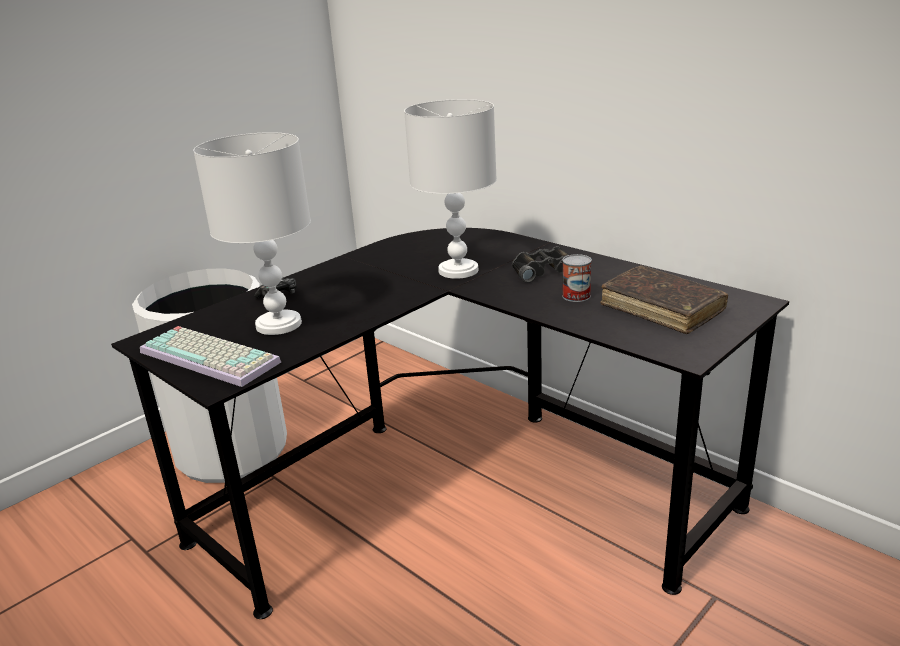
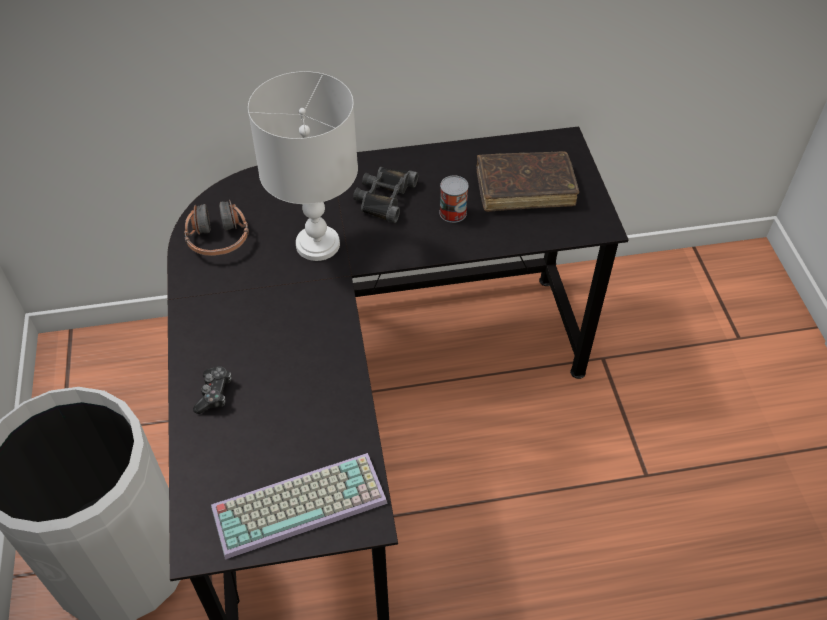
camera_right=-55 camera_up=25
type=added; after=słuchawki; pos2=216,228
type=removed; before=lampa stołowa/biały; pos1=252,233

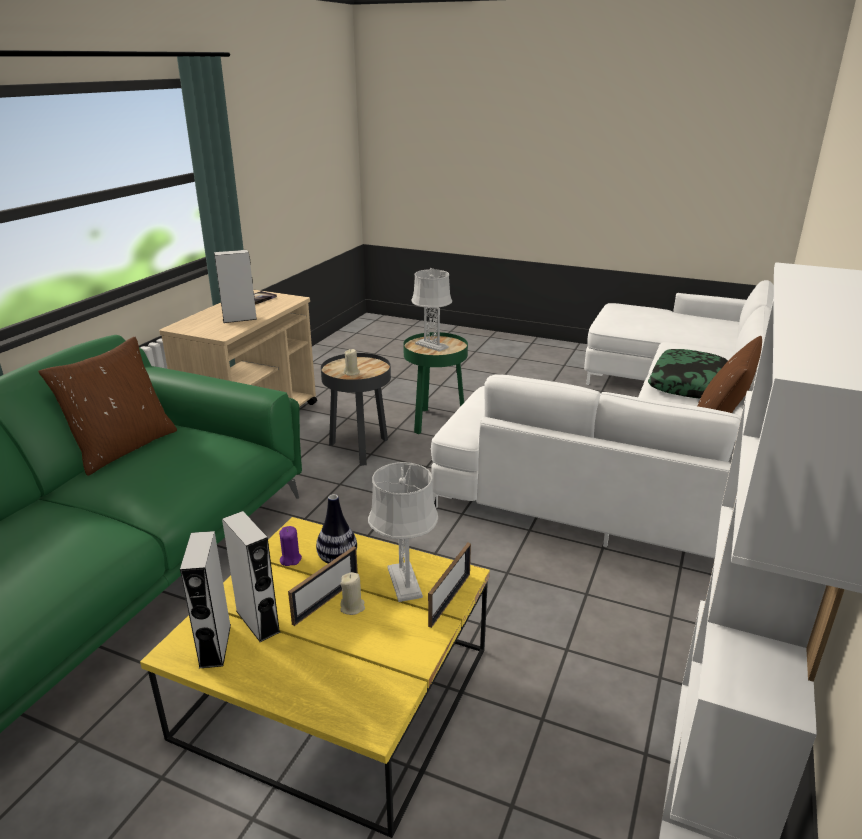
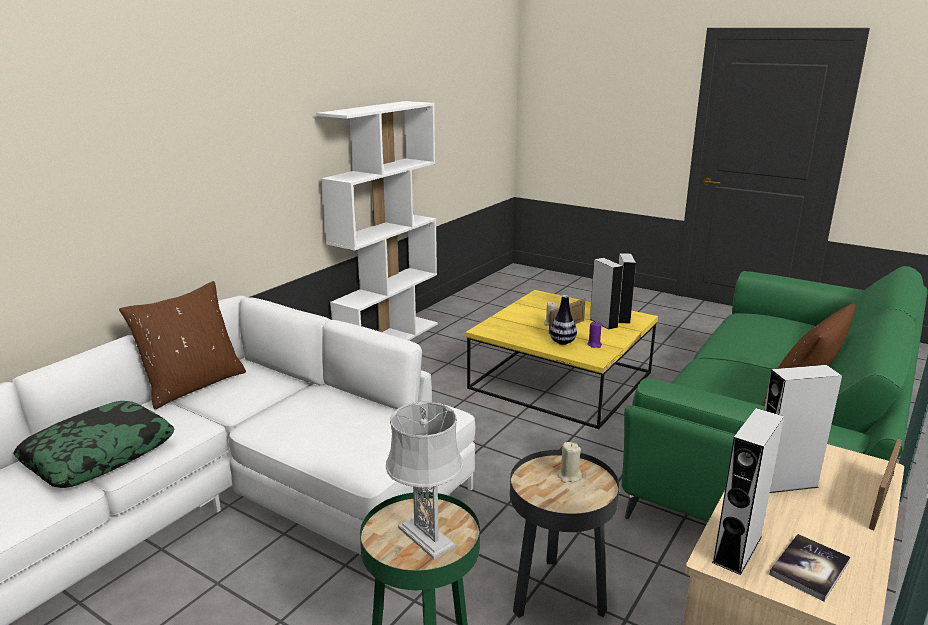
camera_right=-170 camera_up=-5
type=added; after=głośnik/szary; pos2=748,491
type=moved; before=ramka na zdjęcie; pos1=449,585; pos2=885,485
type=removed; before=lampa stołowa/szary; pos1=403,532

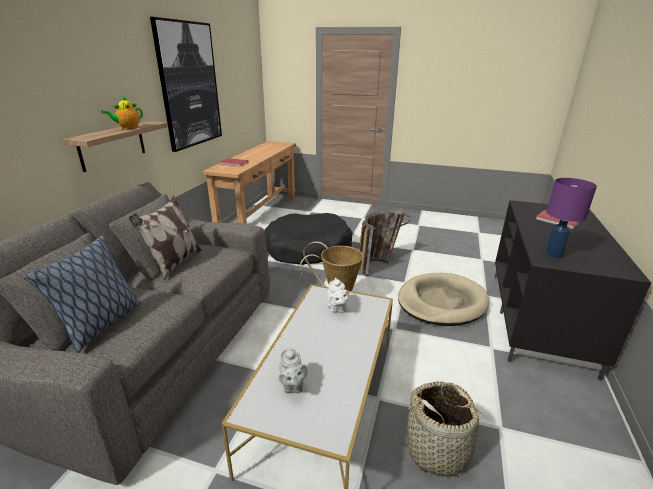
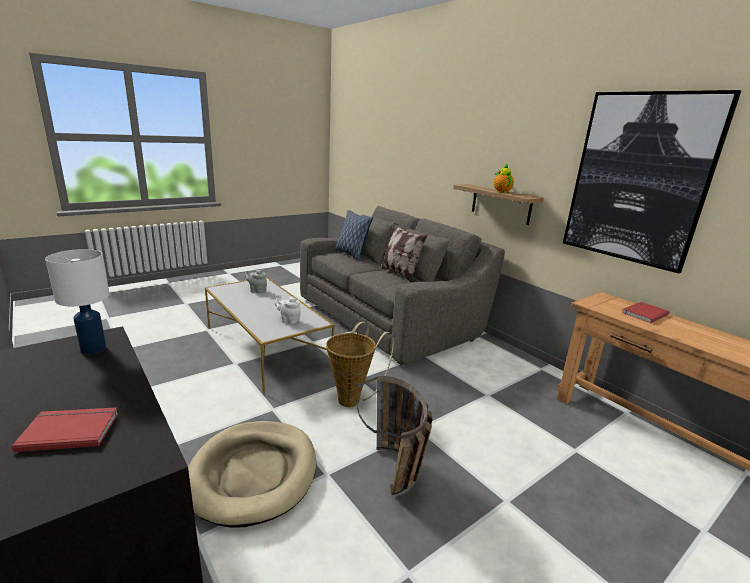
camera_right=125 camera_up=-5
type=recoloured; before=lampa stołowa/fioletowy; after=lampa stołowa/biały; pos1=571,218; pos2=77,302
type=removed; before=legowisko/czarny; pos1=308,239
type=removed; before=koszyk; pos1=445,429

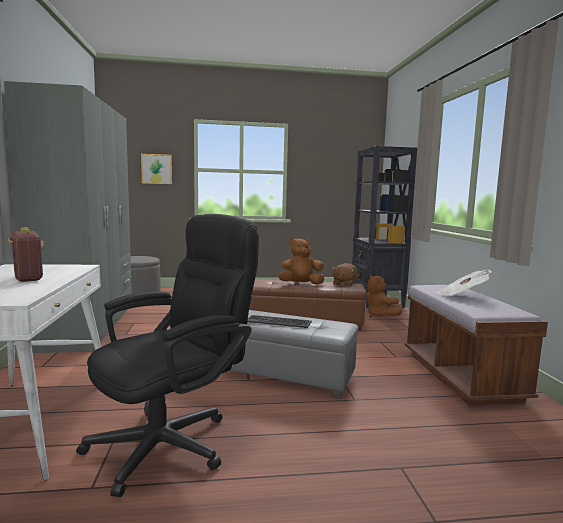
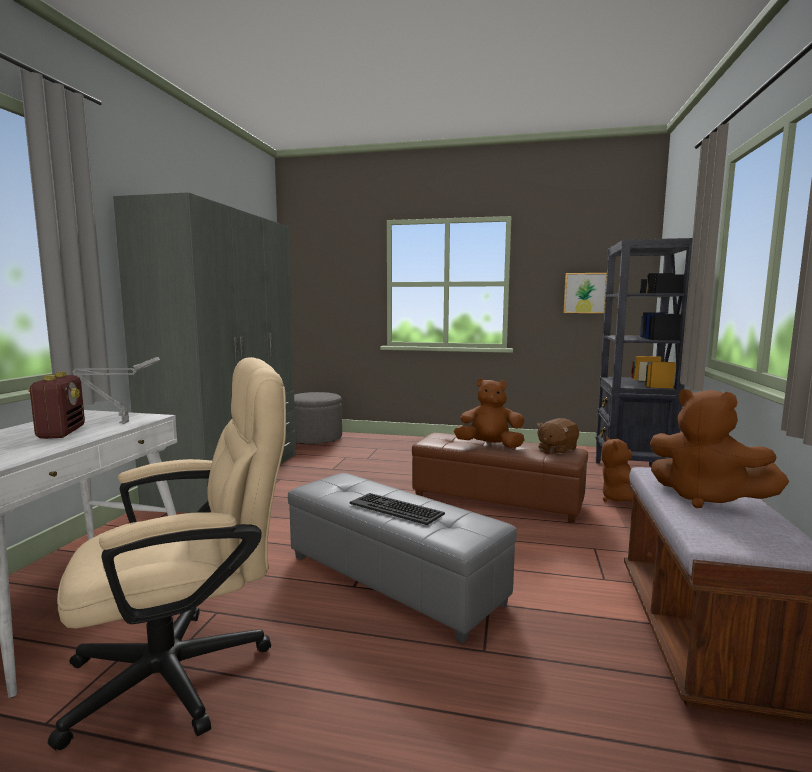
camera_right=20 camera_up=0
type=recoloured; before=krzesło biurowe/czarny; after=krzesło biurowe/beżowy; pos1=167,355; pos2=167,554
type=added; after=lampa stołowa/szary; pos2=116,390
type=moved; before=obraz; pos1=156,169; pos2=585,293
type=replaced; before=gazeta; after=pluszak/brązowy; pos1=464,283; pos2=719,448

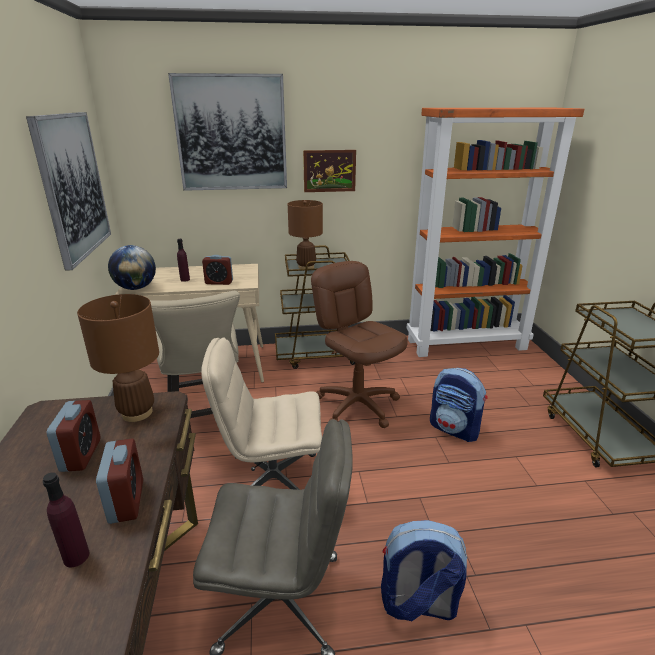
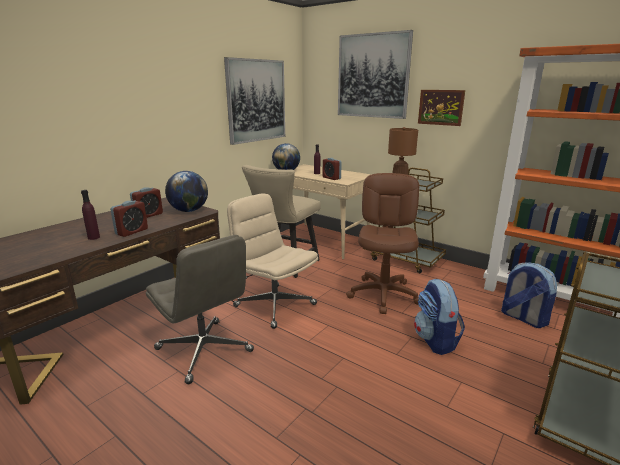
camera_right=45 camera_up=-5
type=replaced; before=lampa stołowa/brązowy; after=globus; pos1=118,358; pos2=186,191
type=moved; before=plecak; pos1=424,570; pos2=529,295

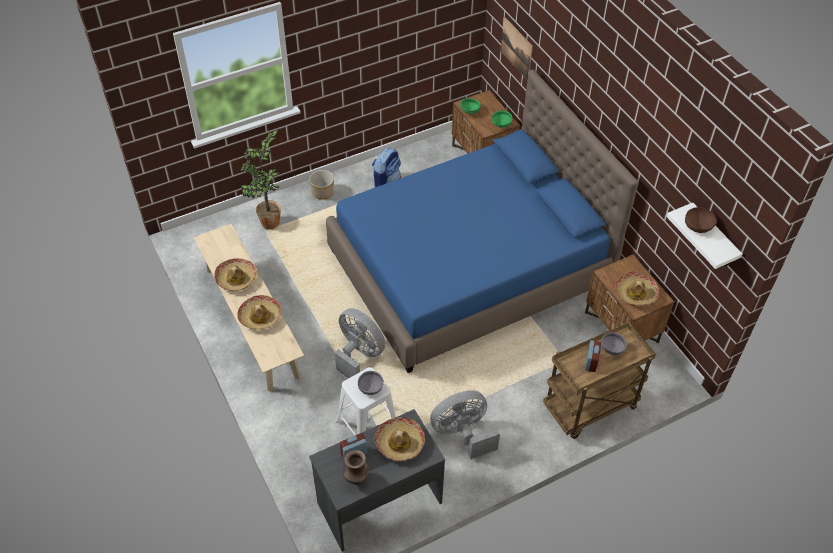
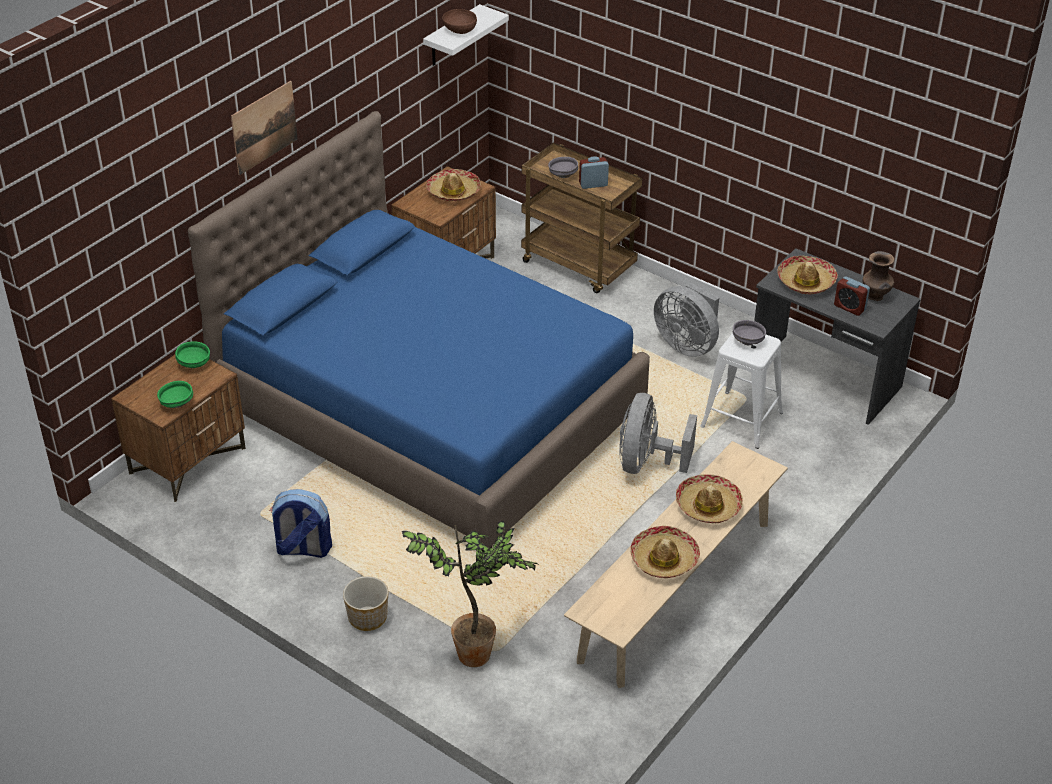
camera_right=-115 camera_up=-10
type=moved; before=obraz; pos1=517,49; pos2=264,128

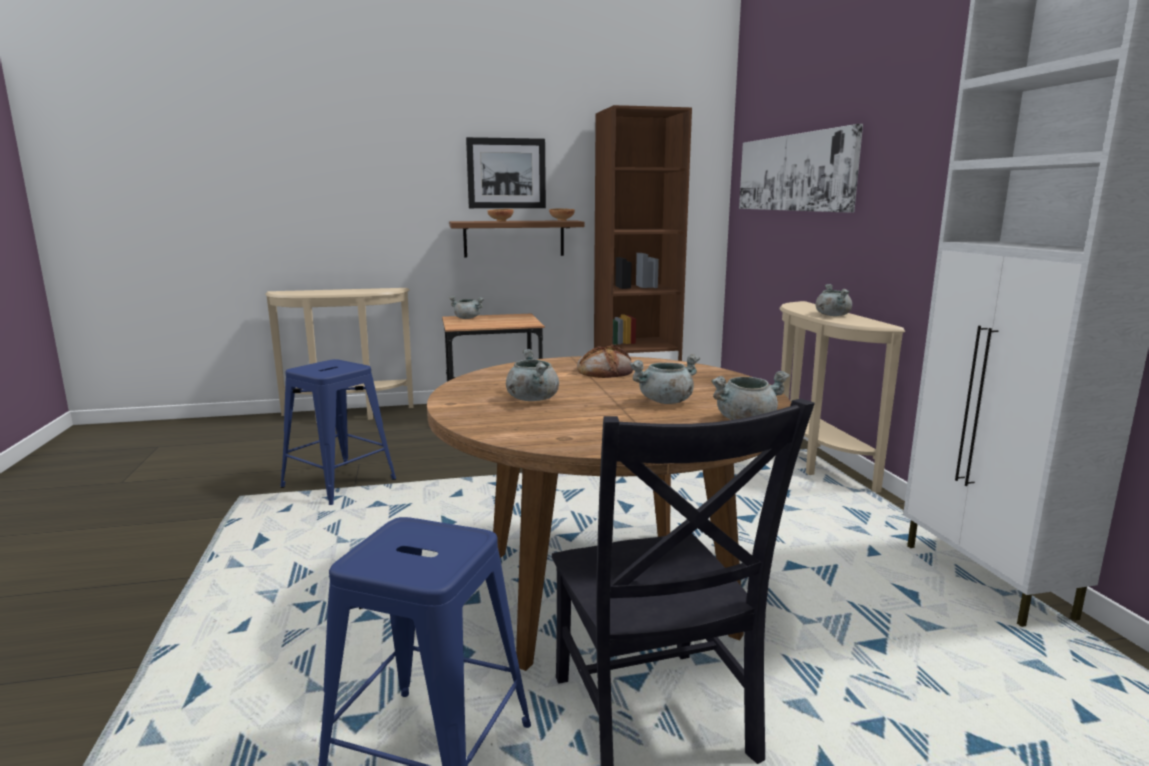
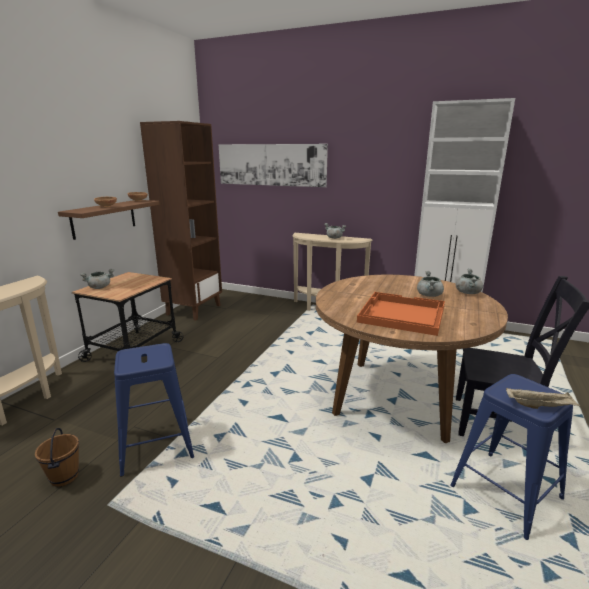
camera_right=-55 camera_up=5
type=added; after=wiadro/brązowy; pos2=57,457
type=replaced; before=garnek/szary; after=taca/pomarańczowy; pos1=532,375; pos2=401,314
type=added; after=taca/beżowy; pos2=543,398
type=removed; before=obraz; pos1=506,172
type=removed; before=chleb; pos1=605,361

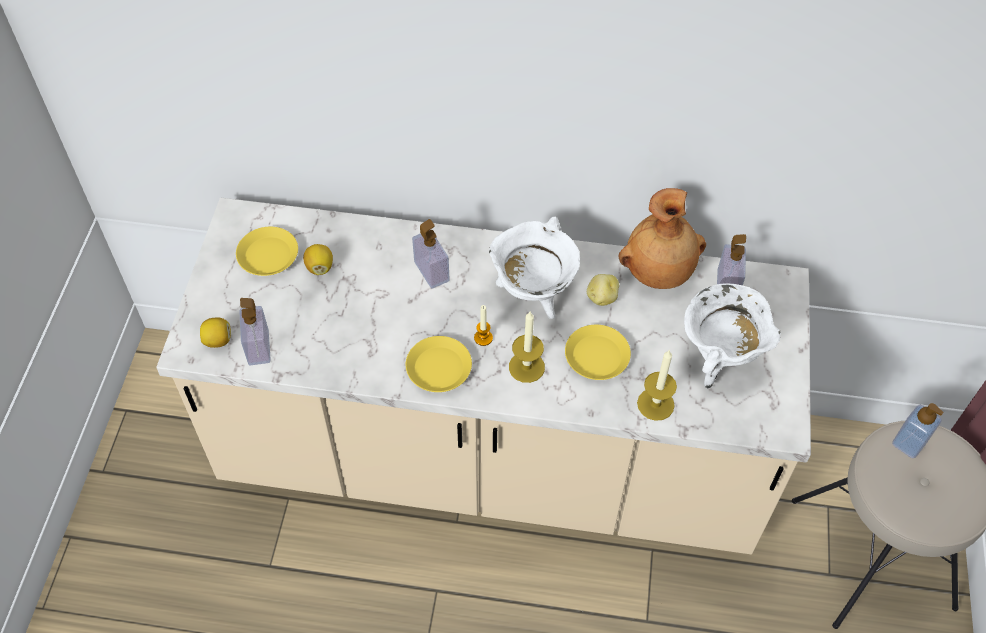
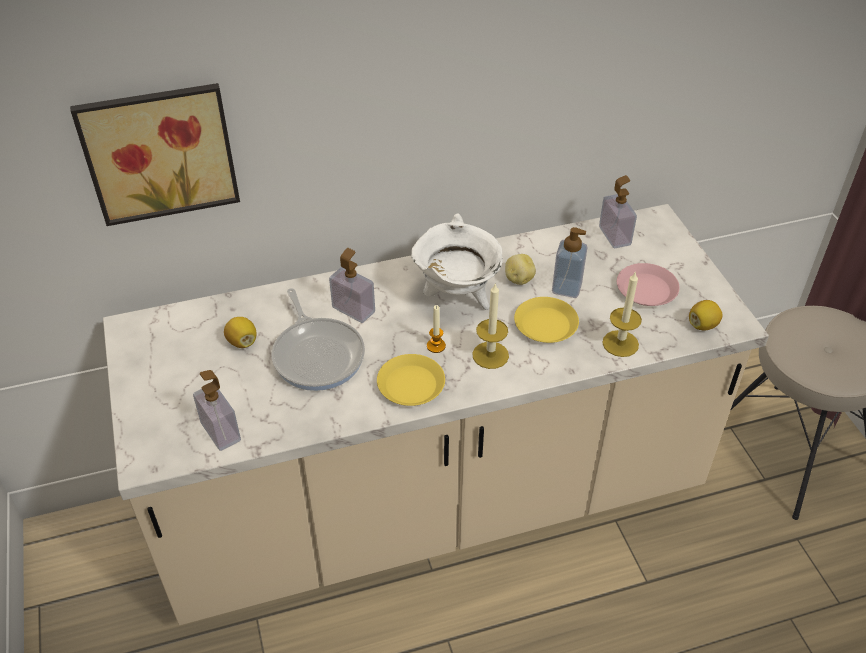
camera_right=-25 camera_up=-10
type=added; after=obraz; pos2=155,154
type=added; after=patelnia; pos2=318,339
type=moved; before=dozownik mydła; pos1=917,430; pos2=570,262
type=replaced; before=garnek/biały; after=talerz/różowy; pos1=732,335; pos2=648,284
type=moved; before=cytryna; pos1=215,333; pos2=706,315
type=removed; before=talerz/żółty; pos1=267,251
type=removed; before=wazon/brązowy; pos1=662,238

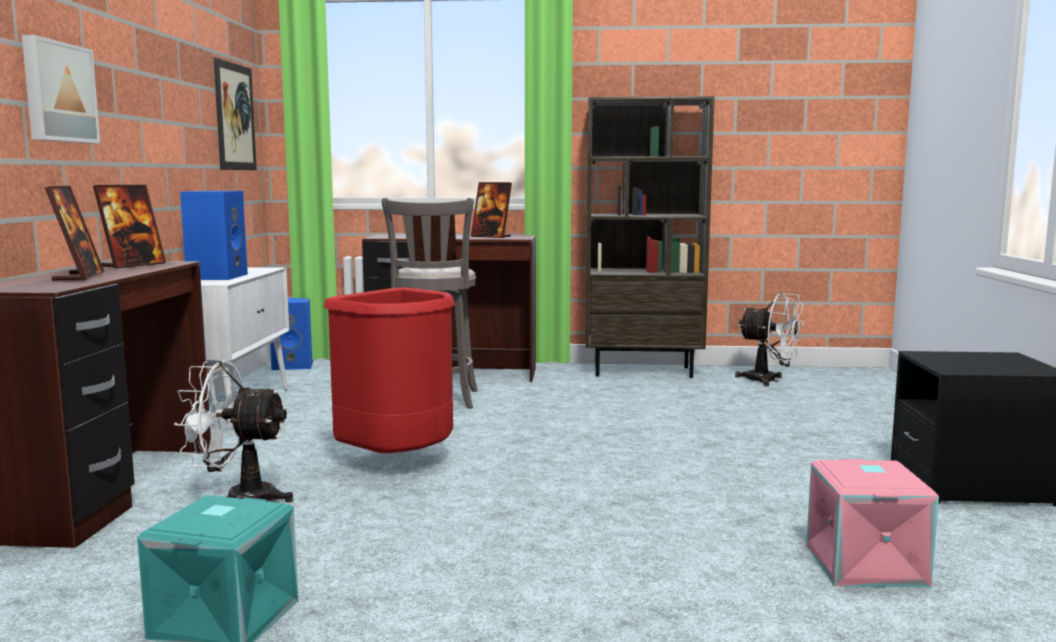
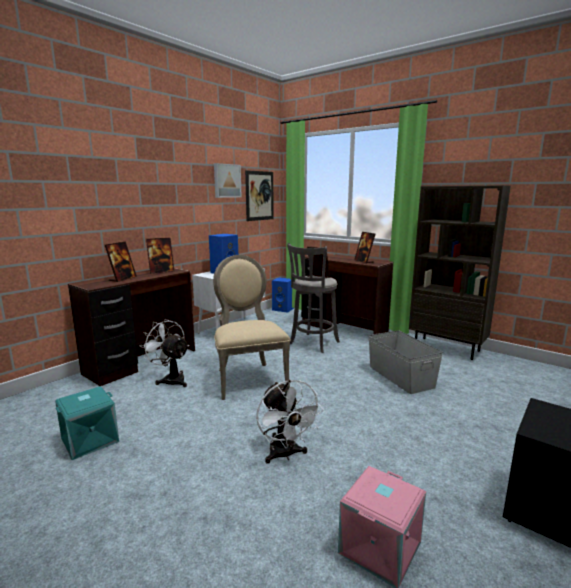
camera_right=35 camera_up=5
type=replaced; before=kosz na śmieci/czerwony; after=krzesło/beżowy; pos1=389,370; pos2=251,327
type=moved; before=obraz; pos1=61,89; pos2=228,180
type=moved; before=wentylator/biały; pos1=769,339; pos2=290,421
type=added; after=pojemnik do przechowywania/szary; pos2=405,362

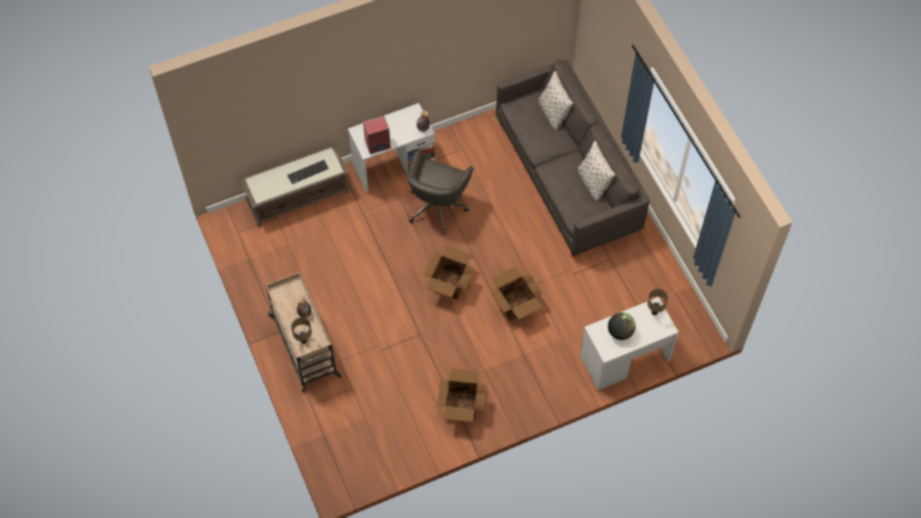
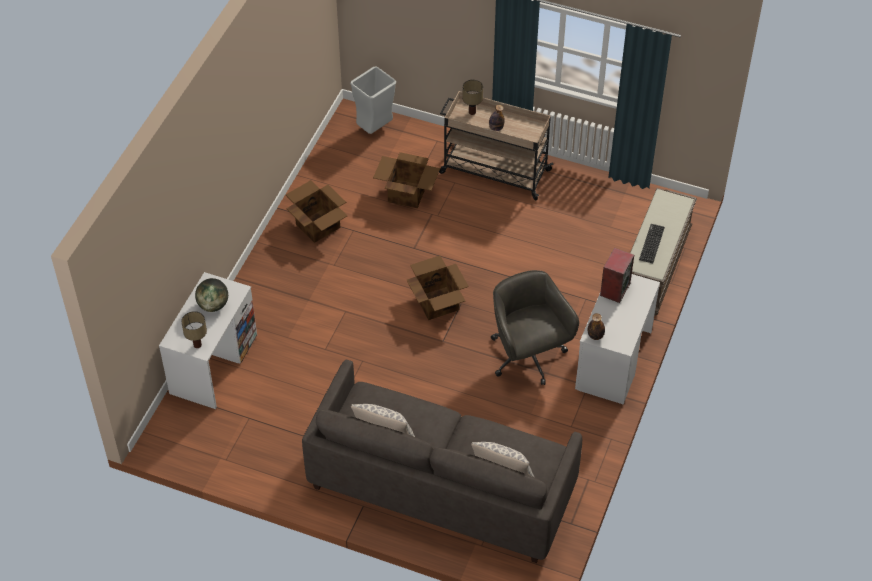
camera_right=135 camera_up=-10
type=added; after=kosz na śmieci/szary; pos2=373,100
type=moved; before=karton; pos1=517,294; pos2=406,180

